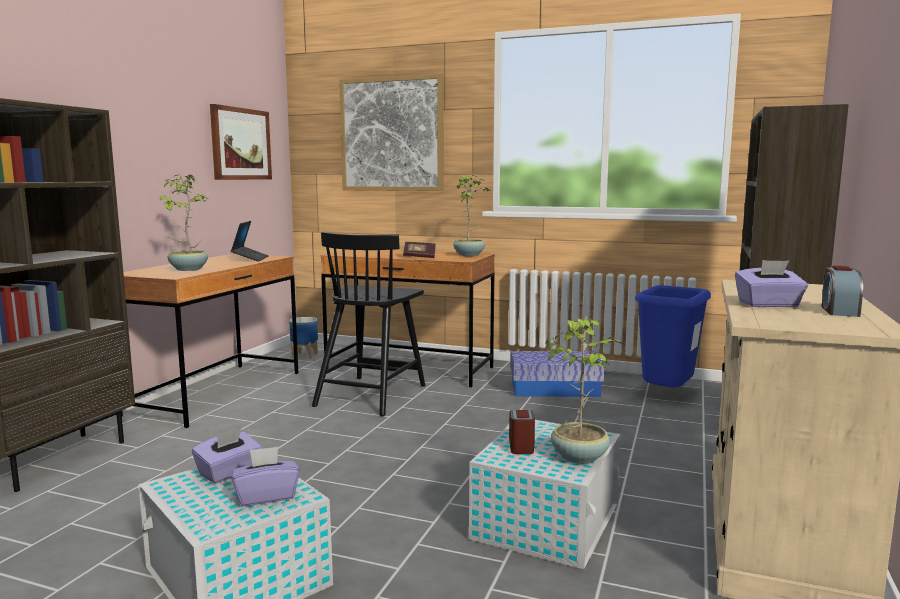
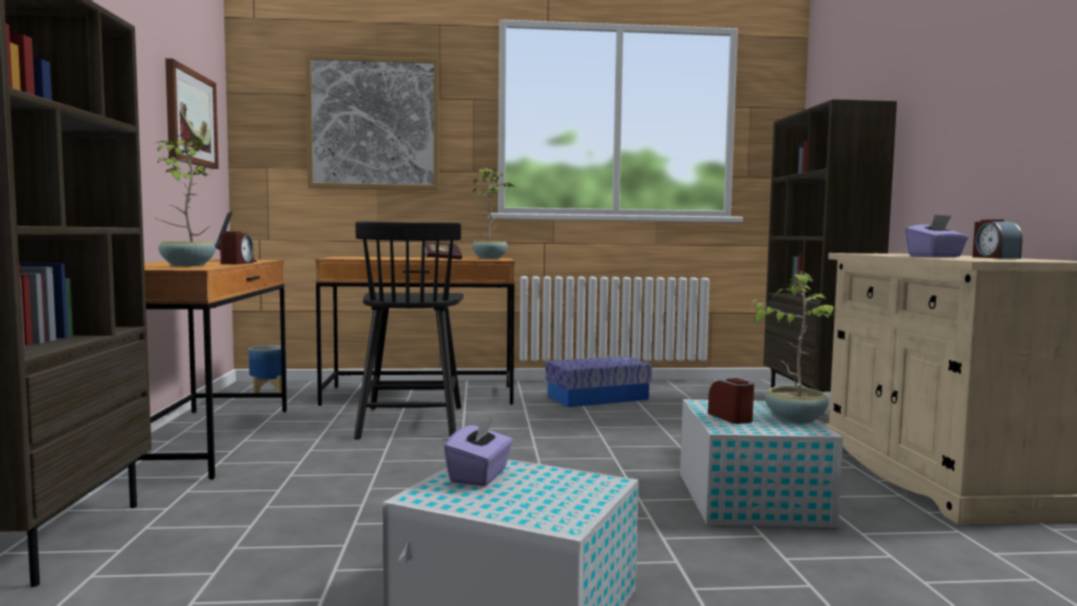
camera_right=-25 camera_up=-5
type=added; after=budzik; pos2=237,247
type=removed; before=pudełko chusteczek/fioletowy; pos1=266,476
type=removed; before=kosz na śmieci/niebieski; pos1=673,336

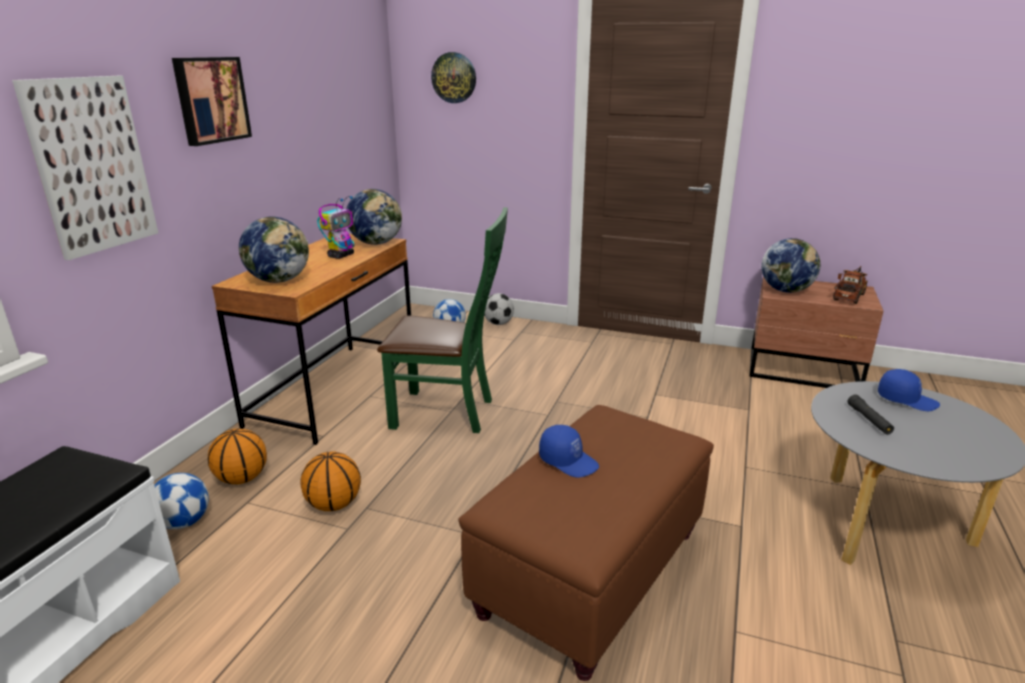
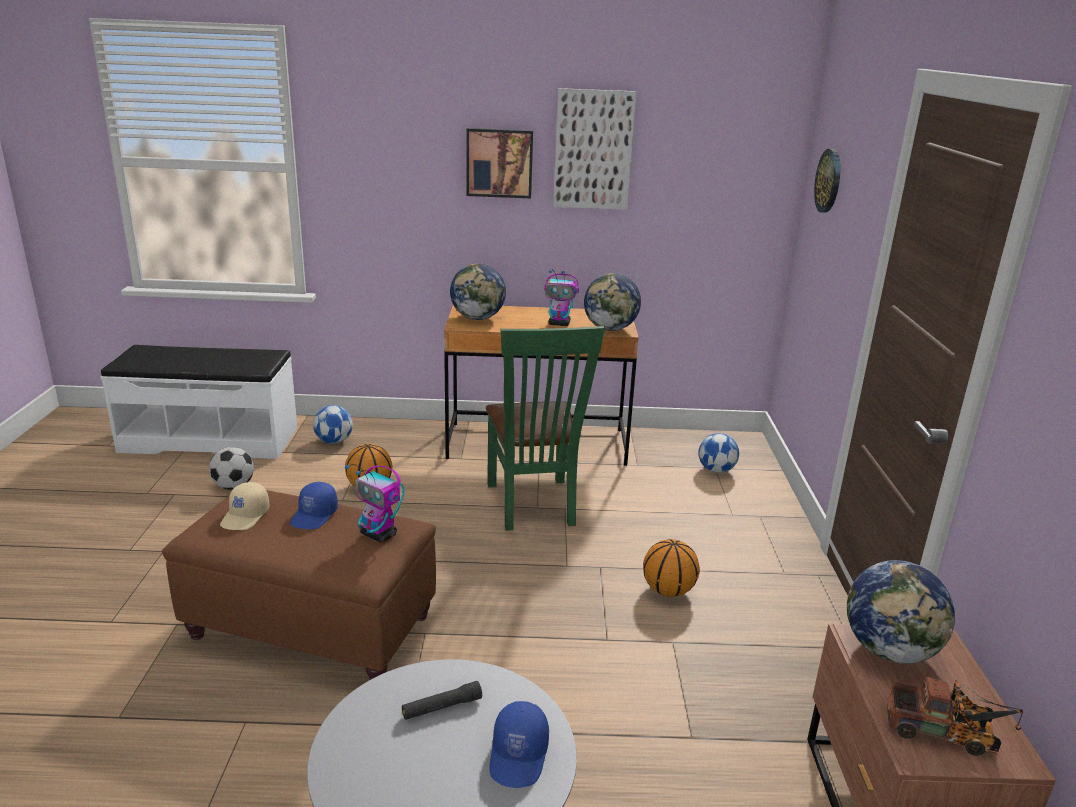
camera_right=70 camera_up=0
type=moved; before=piłka futbolowa; pos1=499,309; pos2=231,468
type=added; after=czapka z daszkiem/beżowy; pos2=245,506
type=added; after=robot zabawkowy; pos2=374,503
type=moved; before=obraz; pos1=85,168; pos2=594,149
type=moved; before=piłka do koszykówki; pos1=237,456; pos2=671,568

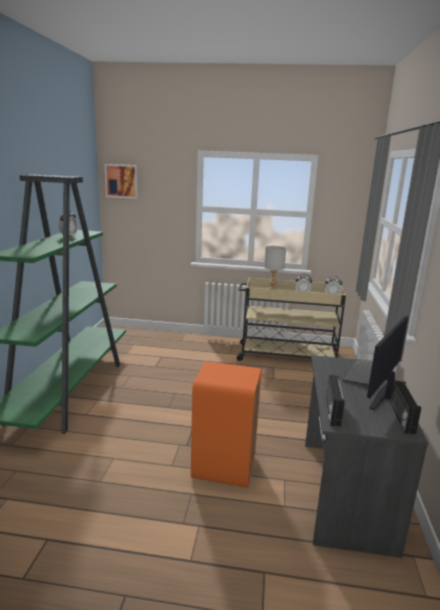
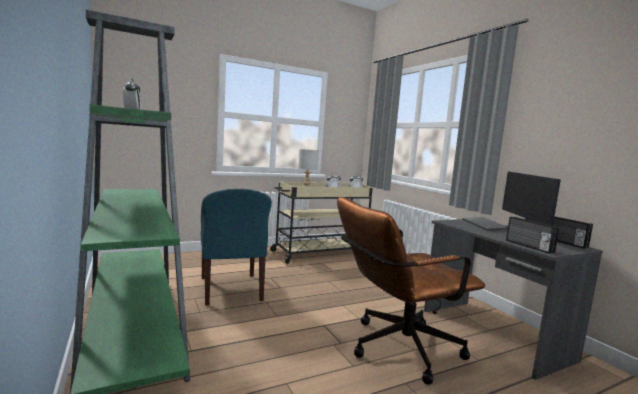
camera_right=-35 camera_up=-10
type=added; after=krzesło/niebieski; pos2=236,247
type=replaced; before=kosz na śmieci/pomarańczowy; after=krzesło biurowe/brązowy; pos1=226,424; pos2=411,291
type=removed; before=obraz; pos1=121,181

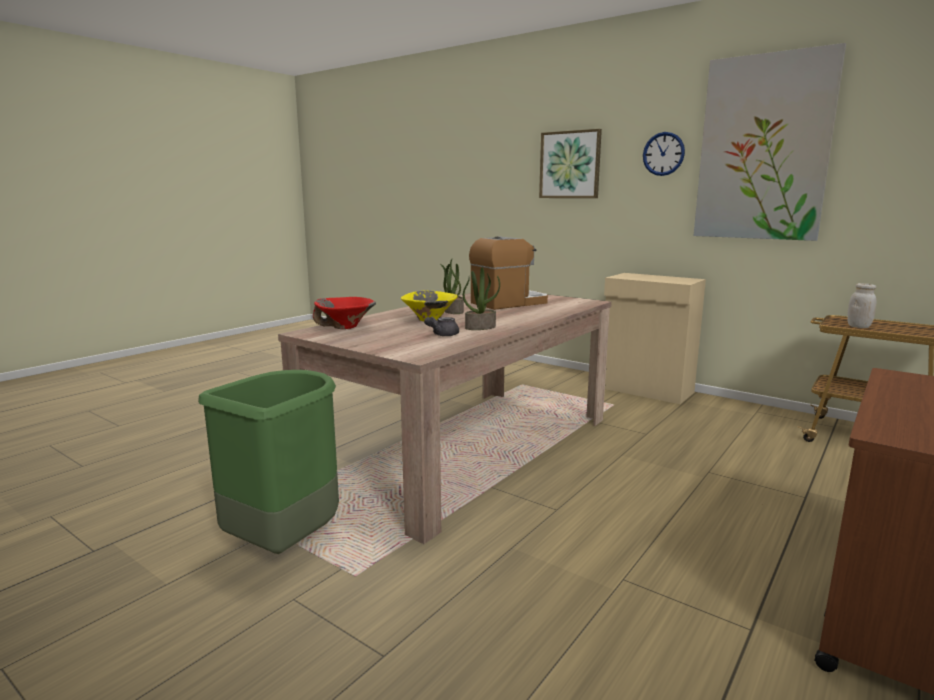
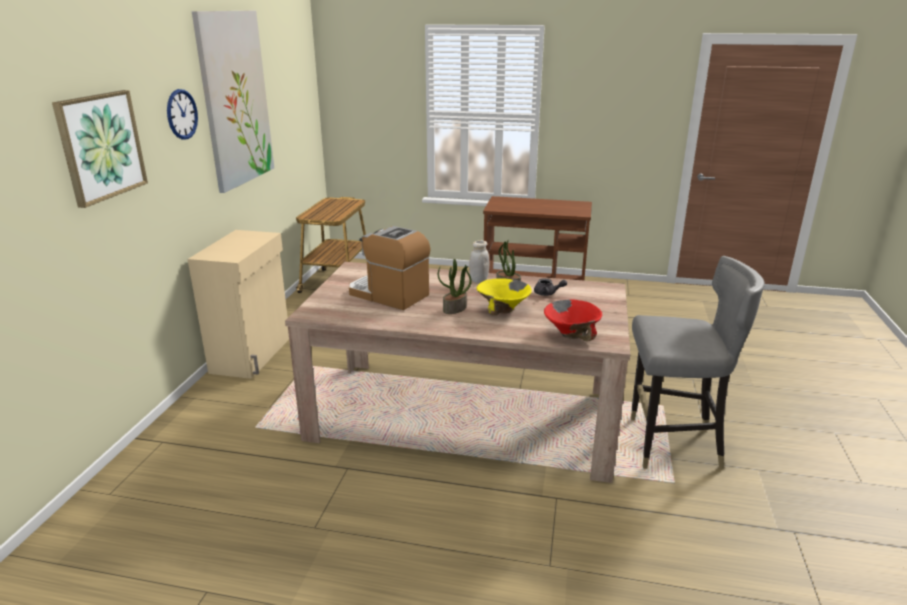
camera_right=-115 camera_up=10
type=moved; before=słoik/biały; pos1=861,305; pos2=479,261
type=replaced; before=kosz na śmieci/zielony; after=krzesło/szary; pos1=268,462; pos2=698,362

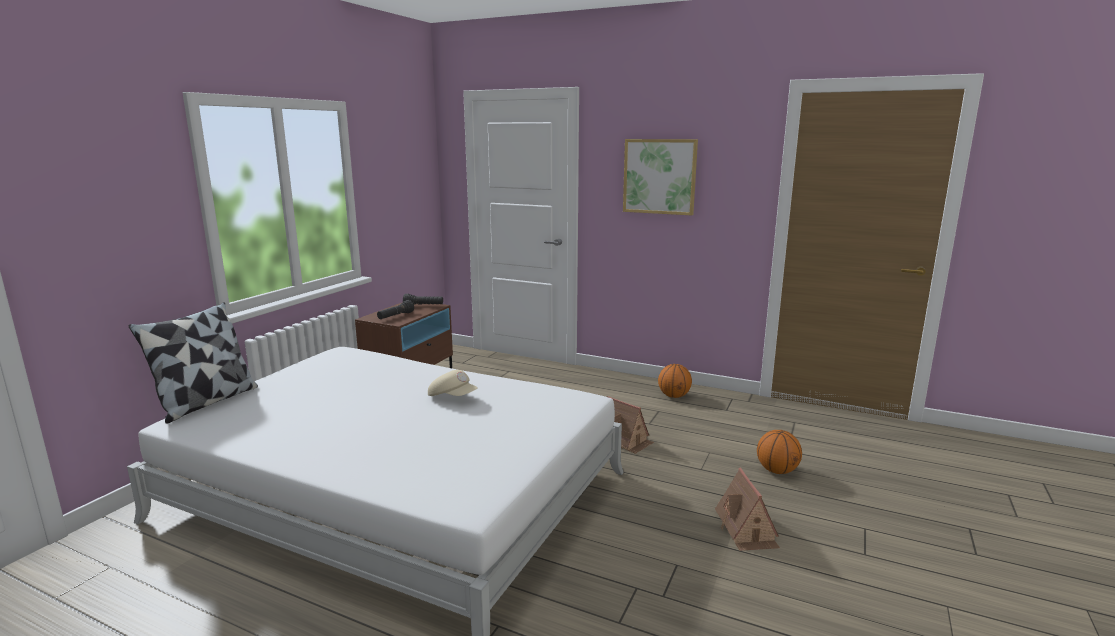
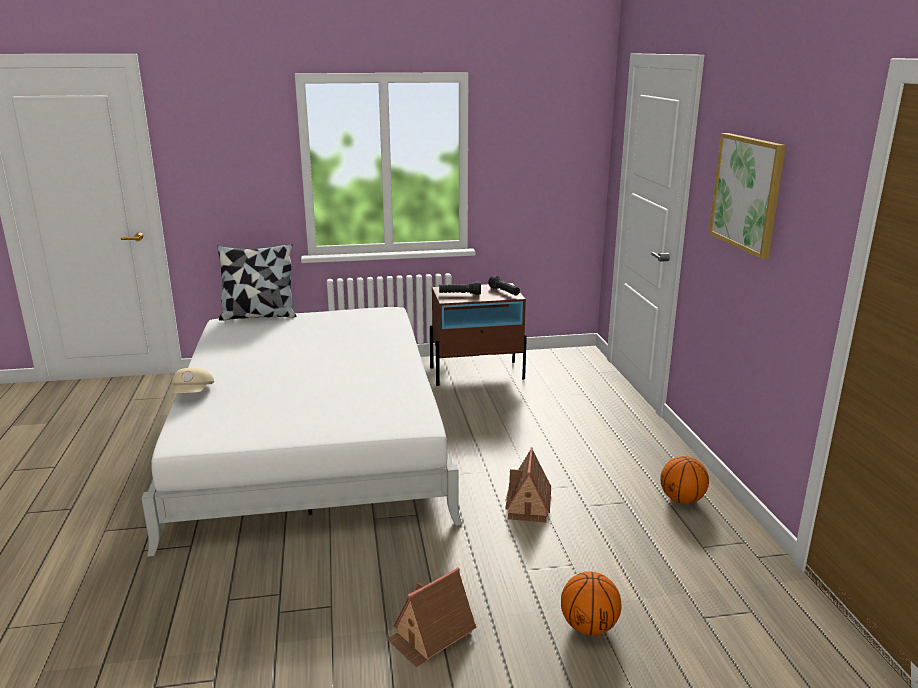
camera_right=55 camera_up=5
type=moved; before=czapka z daszkiem/beżowy; pos1=453,383; pos2=193,380

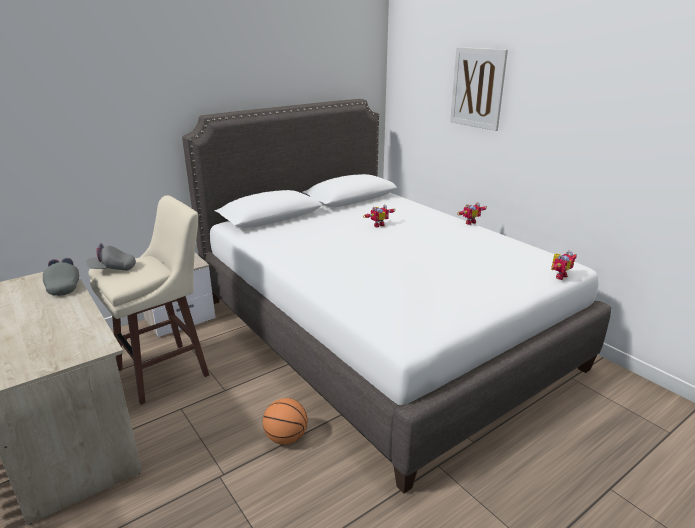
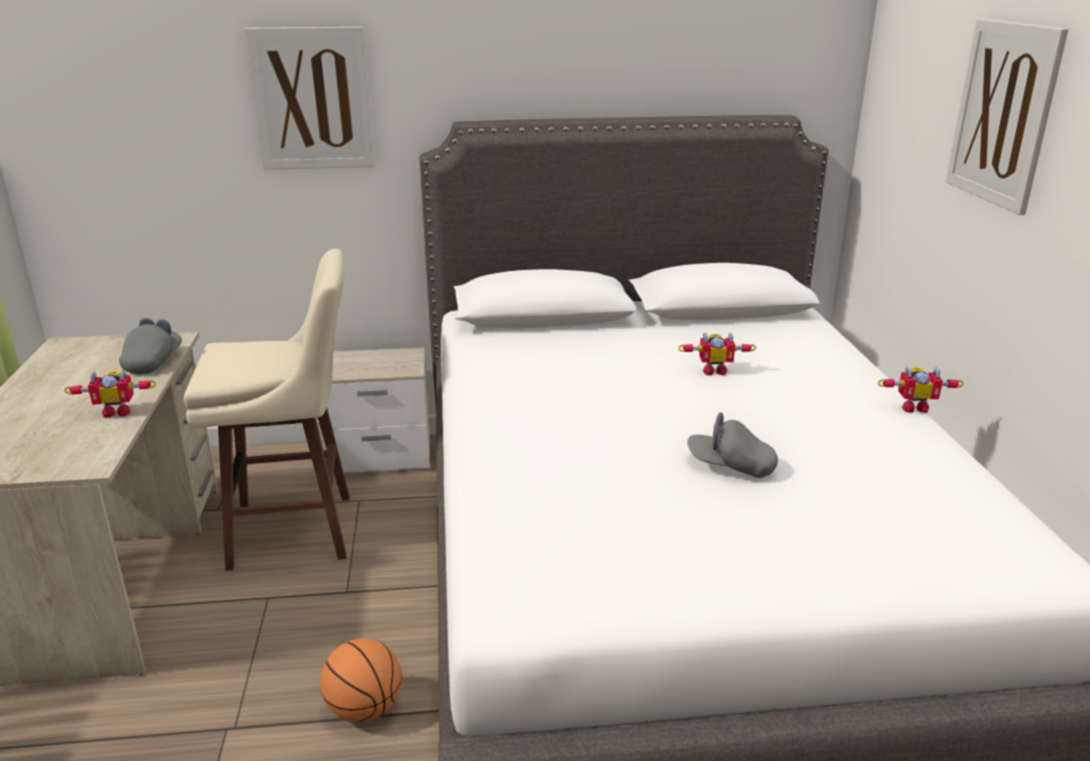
camera_right=30 camera_up=0
type=moved; before=robot zabawkowy; pos1=564,265; pos2=110,394
type=added; after=obraz; pos2=310,98
type=moved; before=czapka z daszkiem/szary; pos1=111,257; pos2=732,445

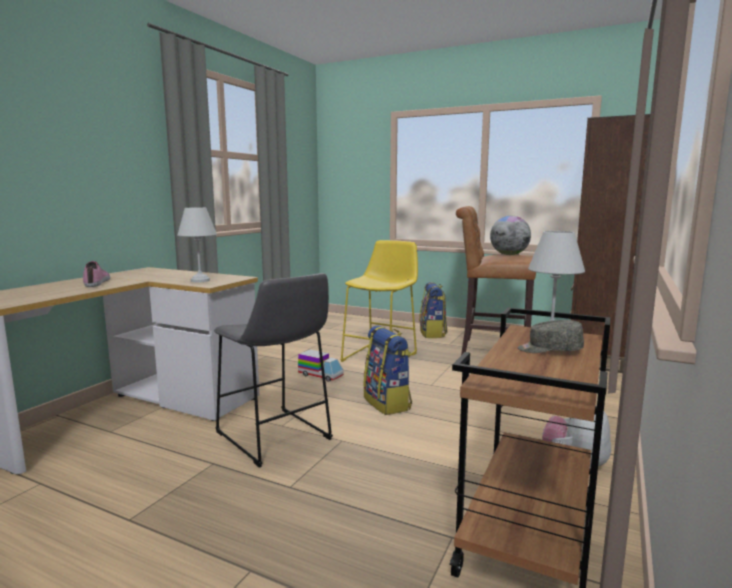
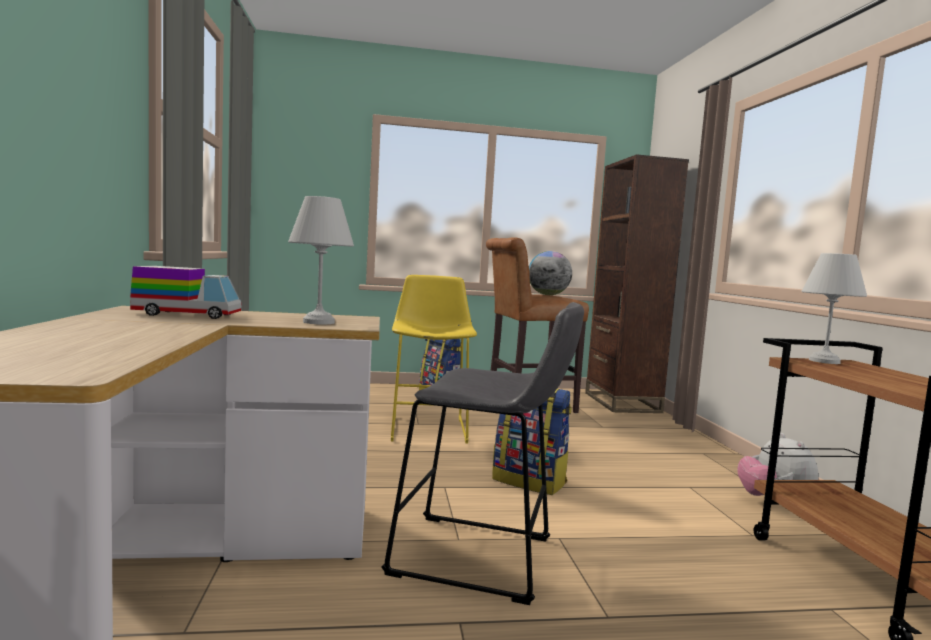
camera_right=-35 camera_up=-5
type=moved; before=ciężarówka zabawkowa; pos1=321,365; pos2=185,292
type=removed; before=but; pos1=96,274
type=removed; before=czapka z daszkiem/szary; pos1=551,336

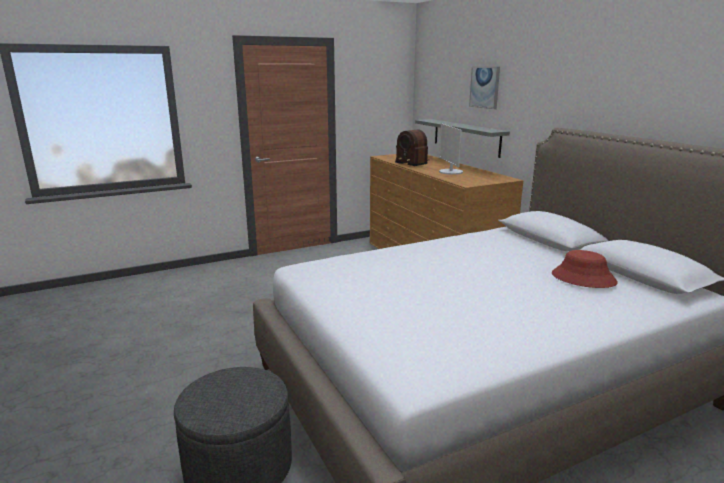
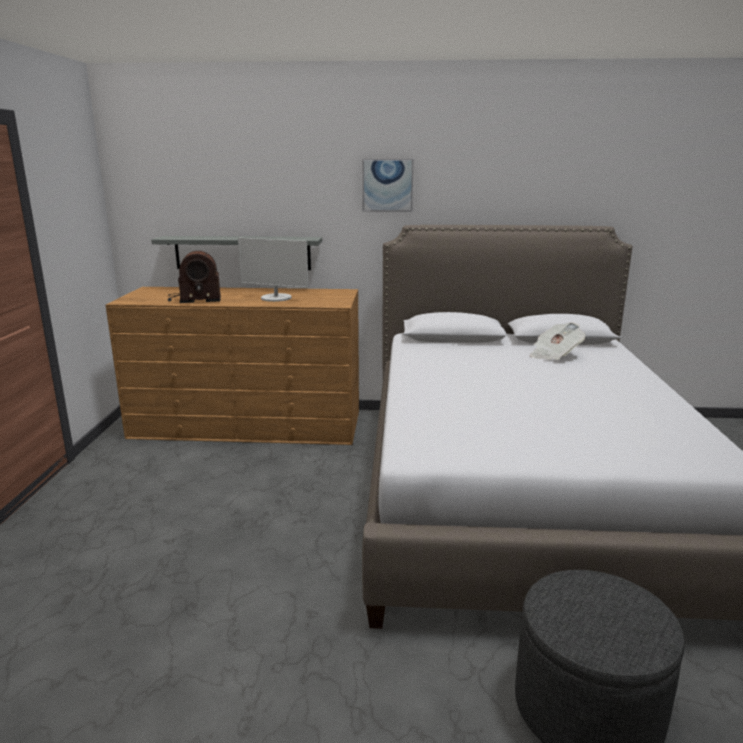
camera_right=-60 camera_up=0
type=moved; before=obraz; pos1=484,88; pos2=387,185
type=replaced; before=kapelusz/czerwony; after=gazeta; pos1=585,269; pos2=558,341

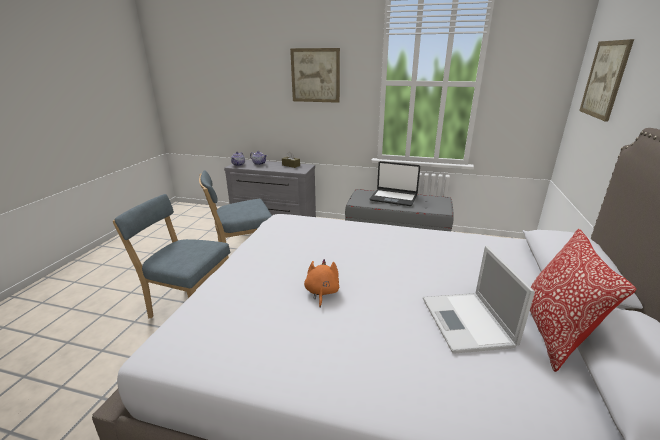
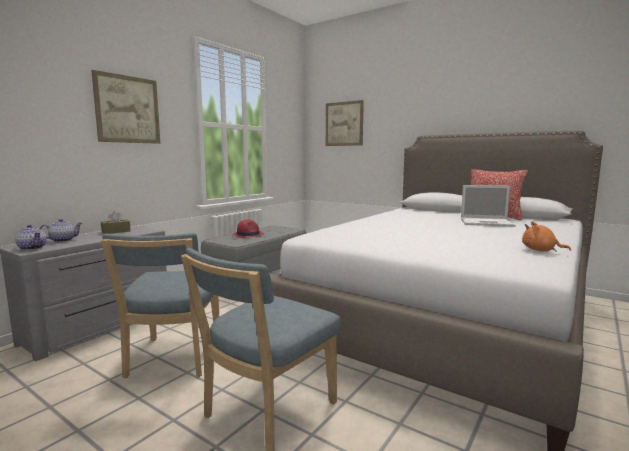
camera_right=-70 camera_up=-15
type=replaced; before=laptop; after=kapelusz/czerwony; pos1=395,183; pos2=248,228
type=moved; before=pluszak/pomarańczowy; pos1=321,283; pos2=546,237

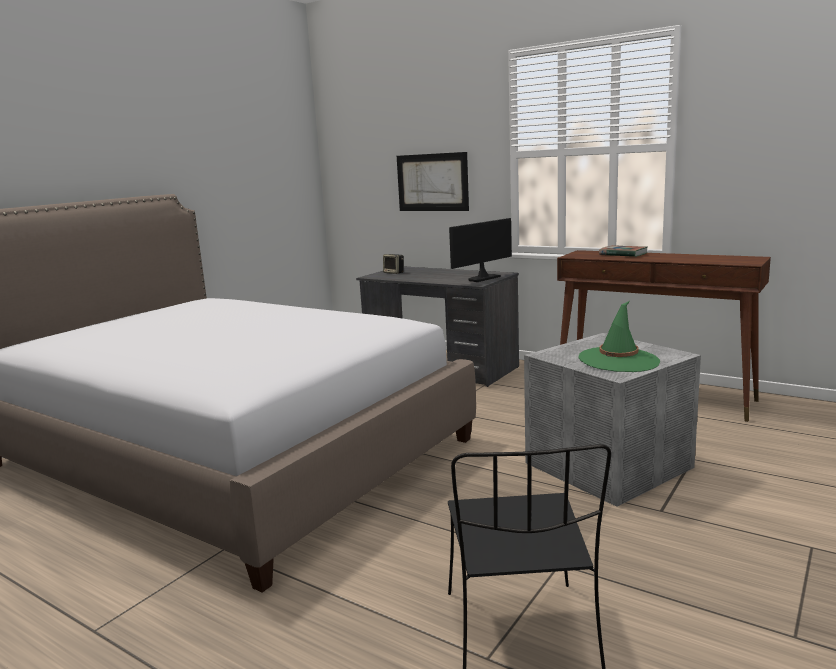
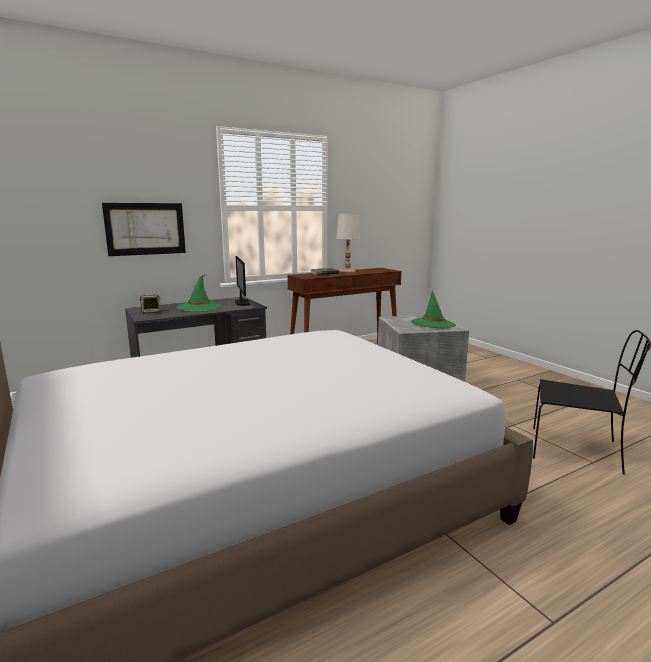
camera_right=-65 camera_up=0
type=added; after=kapelusz/zielony; pos2=199,293
type=added; after=lampa stołowa/biały; pos2=348,243

